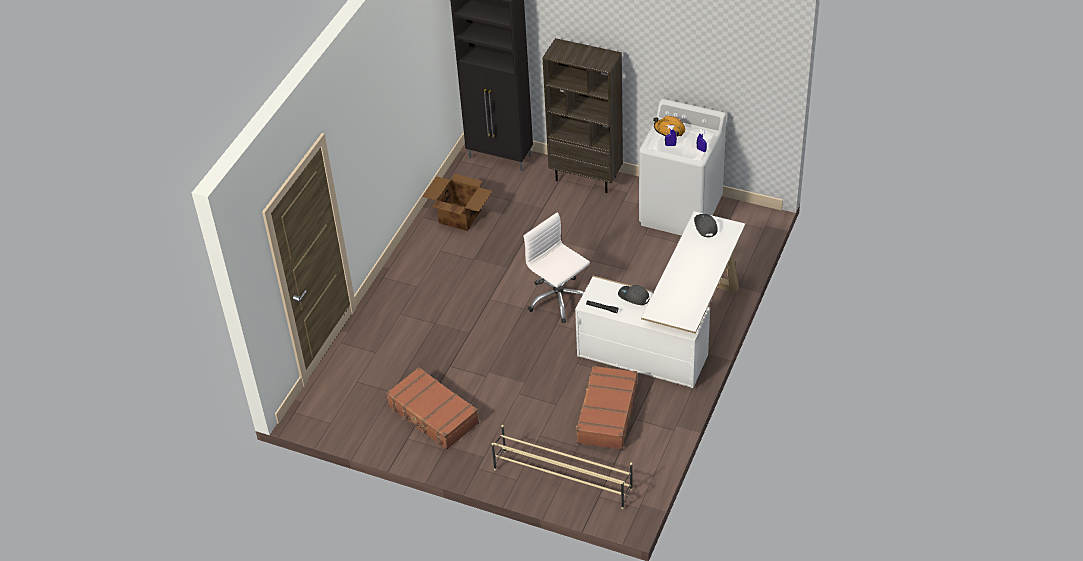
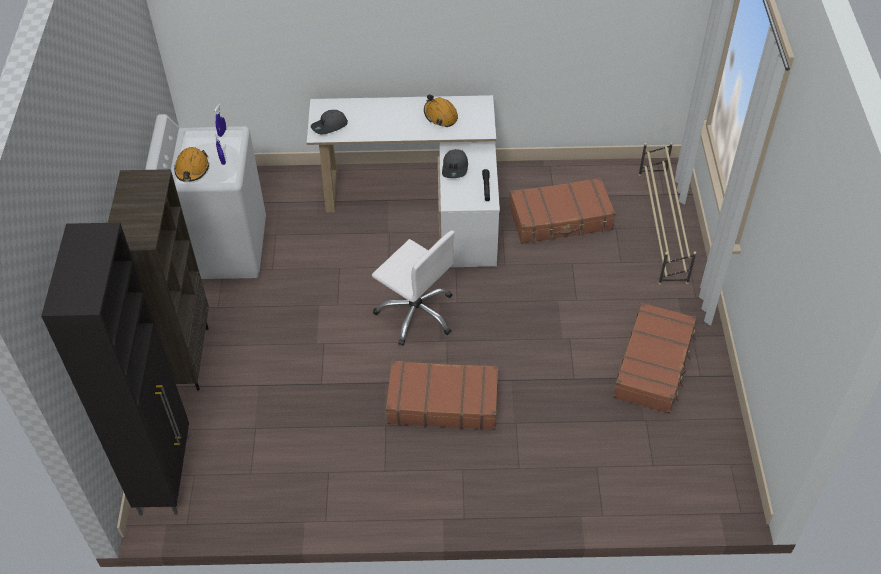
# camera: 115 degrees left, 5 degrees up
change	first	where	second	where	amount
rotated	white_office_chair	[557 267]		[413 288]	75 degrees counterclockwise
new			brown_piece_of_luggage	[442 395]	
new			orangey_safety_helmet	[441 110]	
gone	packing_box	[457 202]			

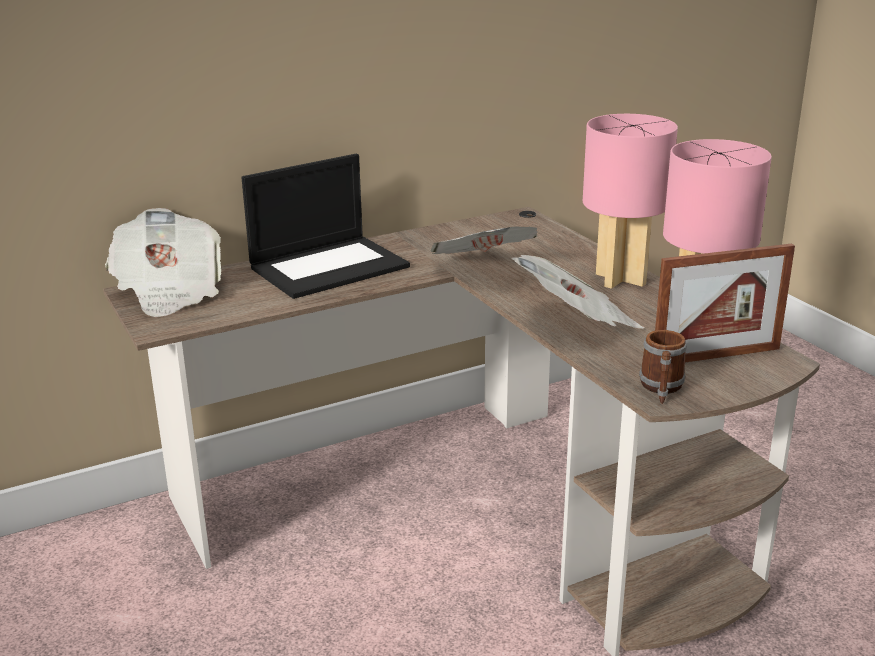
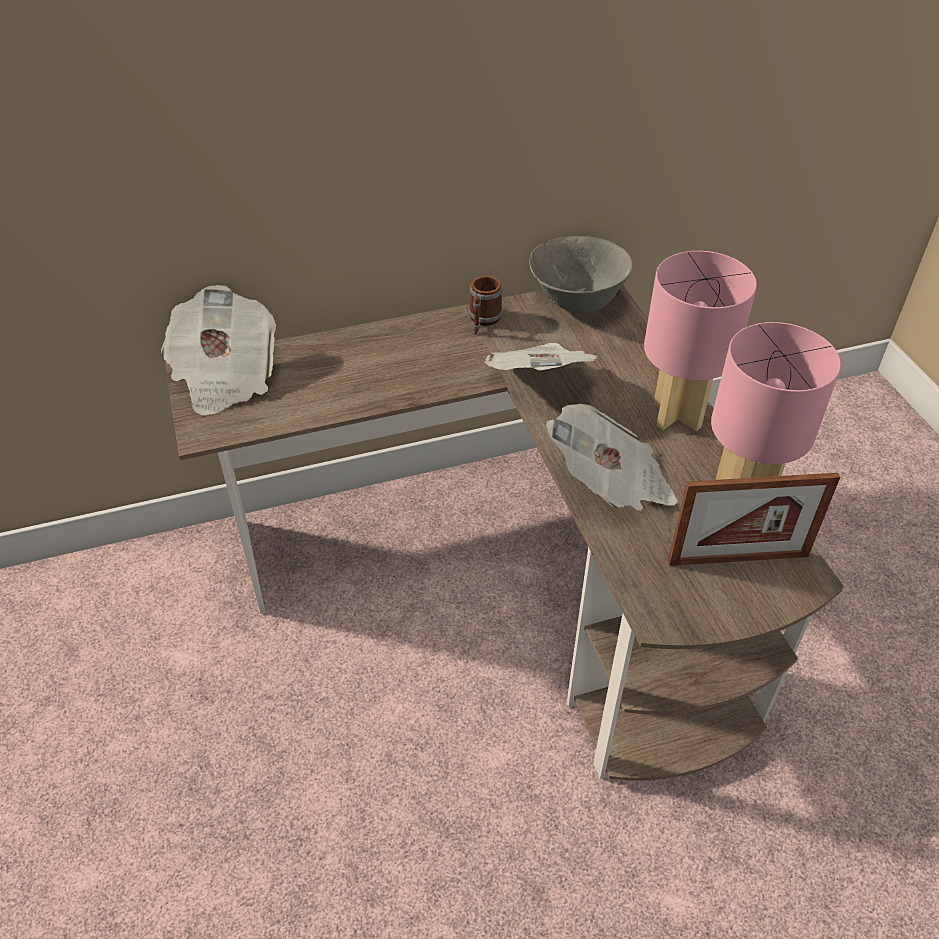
# camera: 10 degrees right, 20 degrees up
change	first	where	second	where	amount
shifted	tea_mug	[663 367]		[486 305]	
new			gray_deep_dish	[581 274]	
gone	laptop	[325 226]			

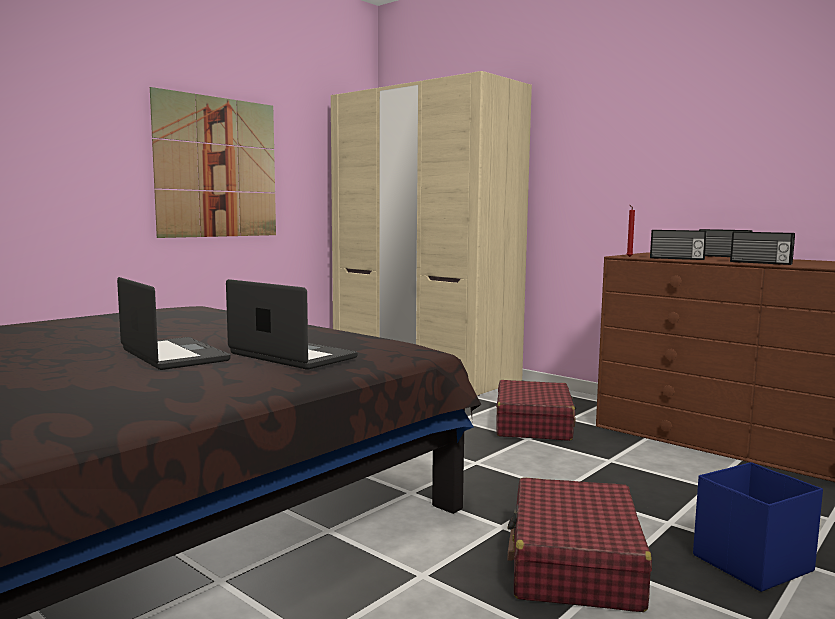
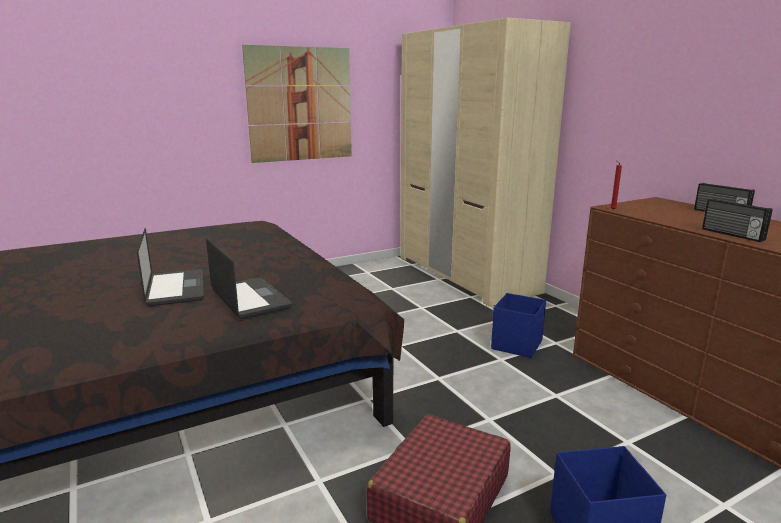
# camera: 20 degrees right, 10 degrees up
change	first	where	second	where	amount
swapped	red-coloured_piece_of_luggage	[536 410]	blue_storage_box	[518 325]	
gone	radio	[678 245]			

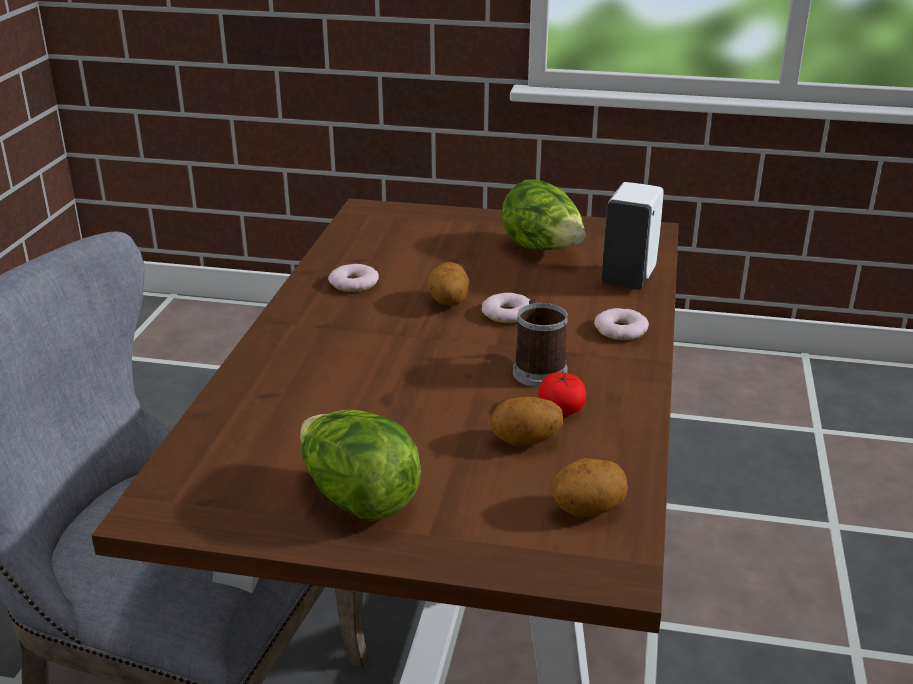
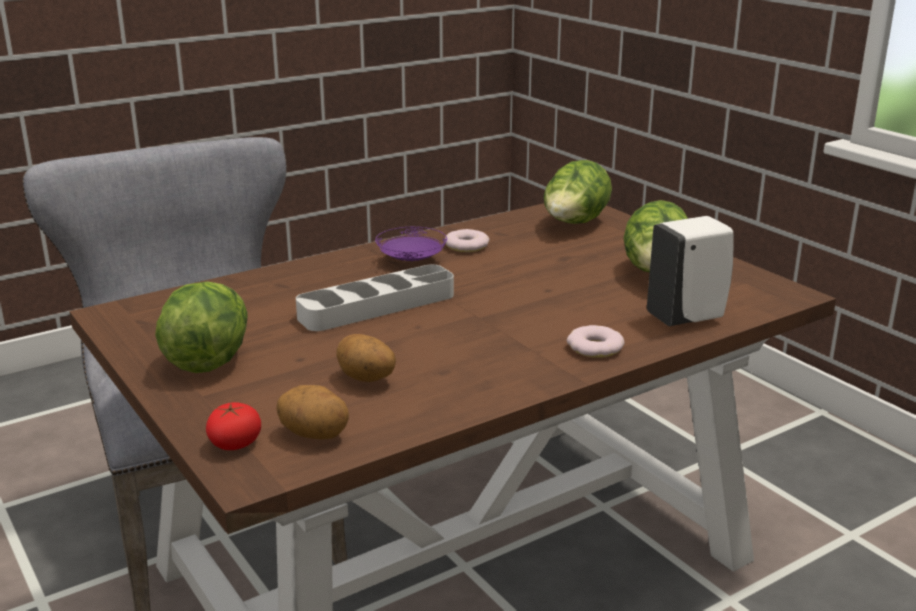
# camera: 45 degrees right, 5 degrees down
change	first	where	second	where	amount
shifted	fresh_tomato	[562 394]		[233 426]	
new			gray_carrying_tray	[375 298]	
new			purplish_flat_dish	[411 244]	
new			head_of_lettuce	[578 192]	
gone	whole_potato	[448 284]			
gone	doughnut	[506 308]			
gone	tea_mug	[540 343]			

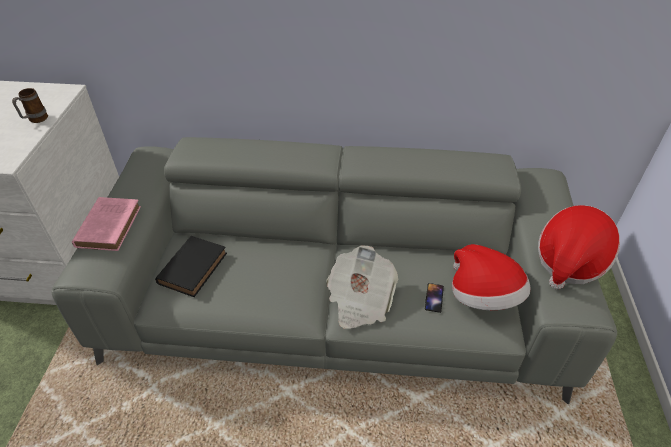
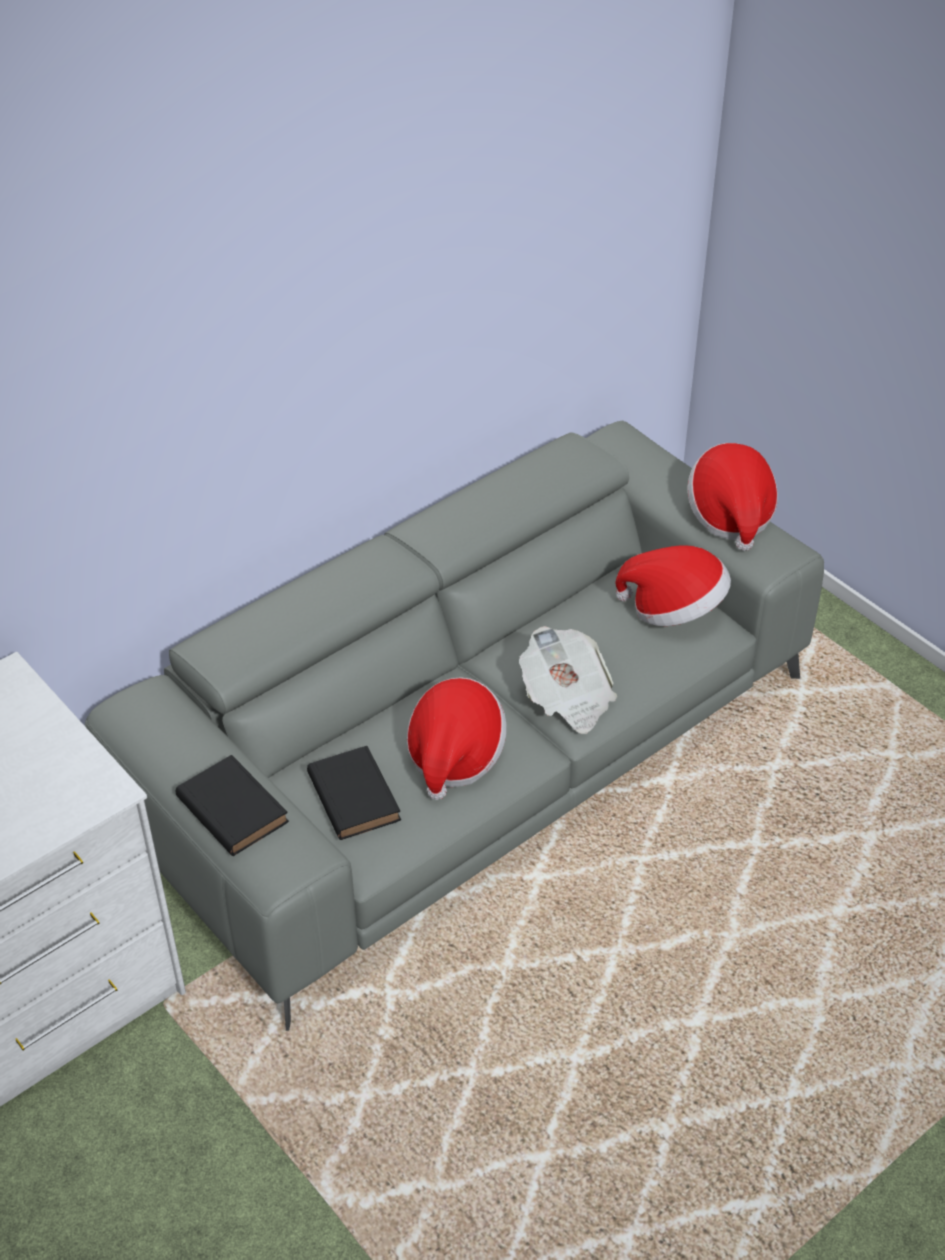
# camera: 45 degrees left, 0 degrees up
change	first	where	second	where	amount
repainted	pinkish_volume	[106 224]	blackish_volume	[232 805]	
new			wearable_hat	[457 738]	
gone	tea_mug	[30 105]			
gone	handset	[434 298]			

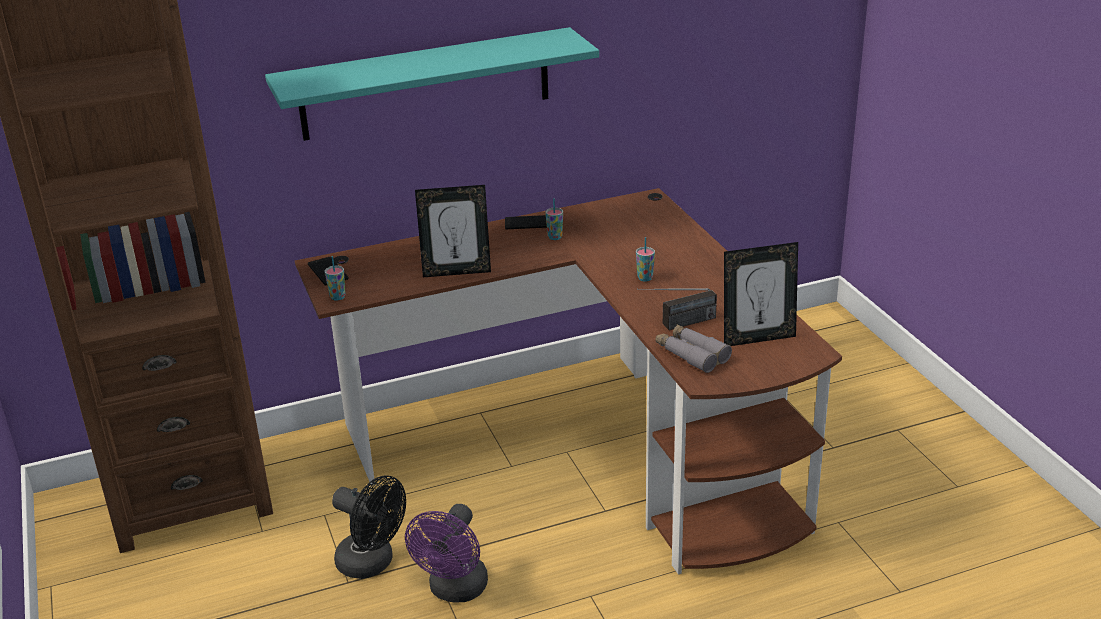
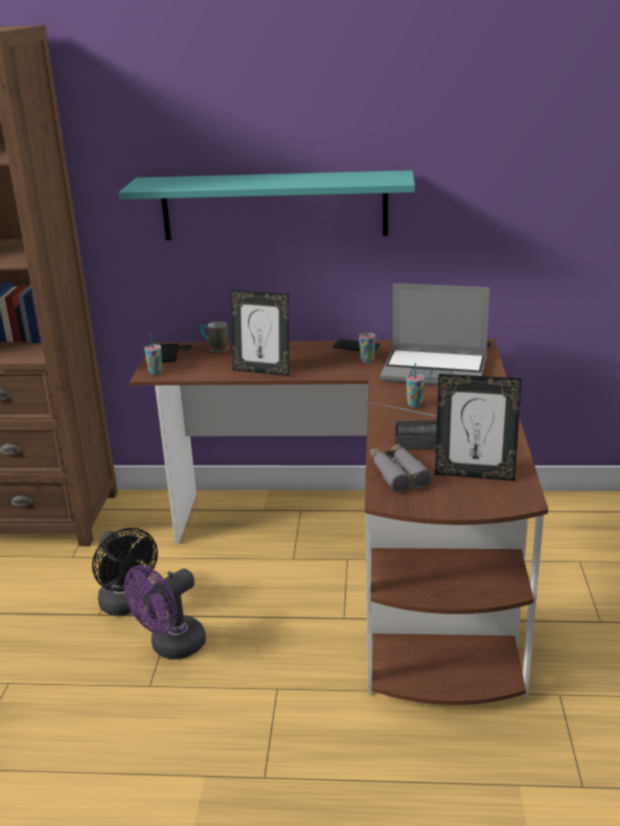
# camera: 25 degrees right, 5 degrees down
change	first	where	second	where	amount
new			tea_mug	[214 336]	
new			laptop	[435 334]	

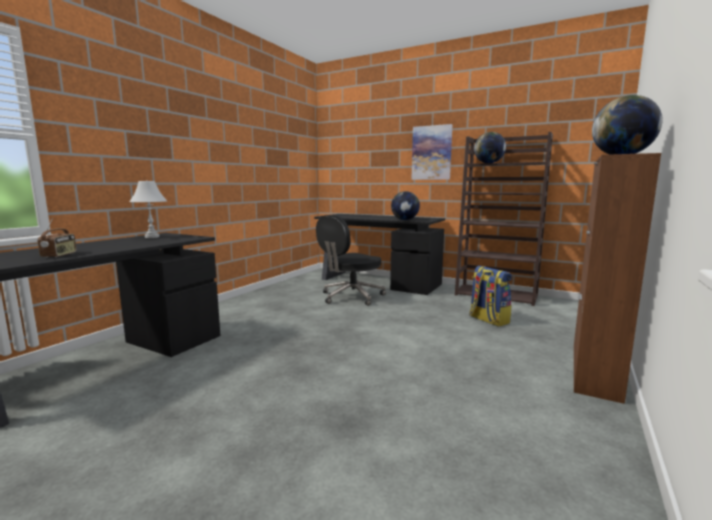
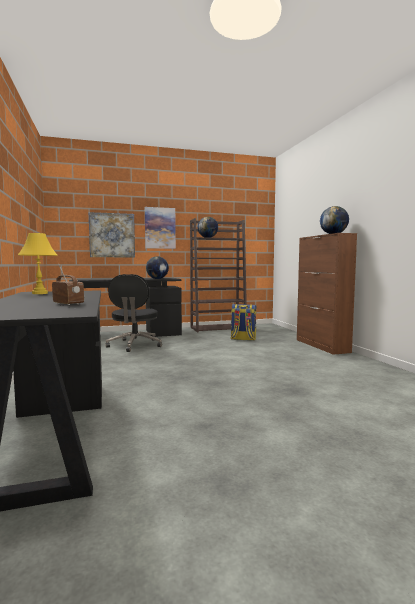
# camera: 45 degrees left, 5 degrees down
change	first	where	second	where	amount
repainted	white_tabletop_lamp	[148 209]	yellowish_tabletop_lamp	[38 263]	
new			wall_art	[112 234]	

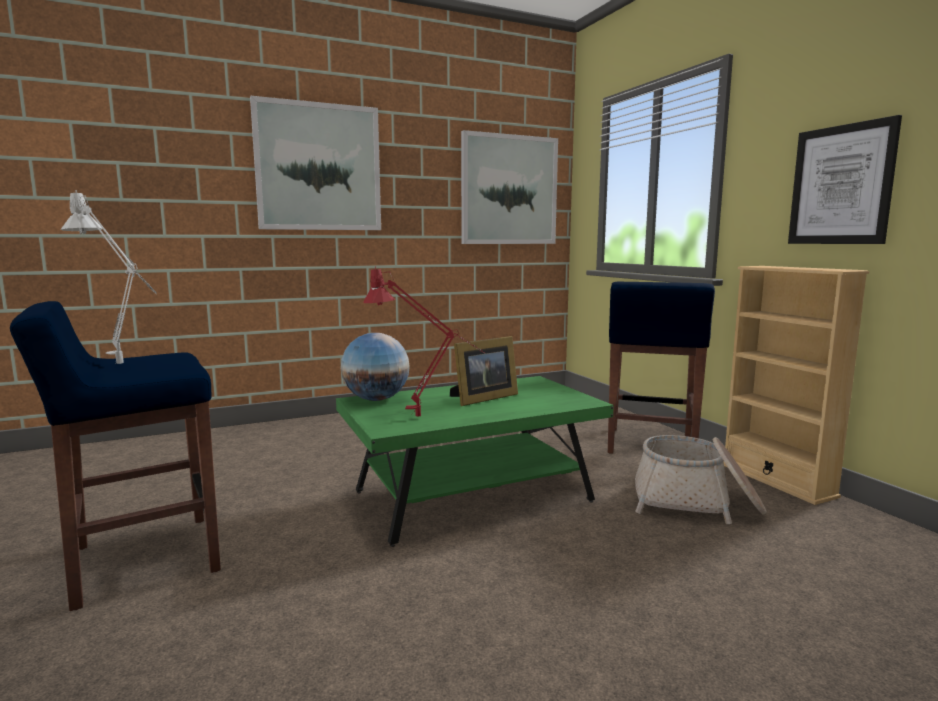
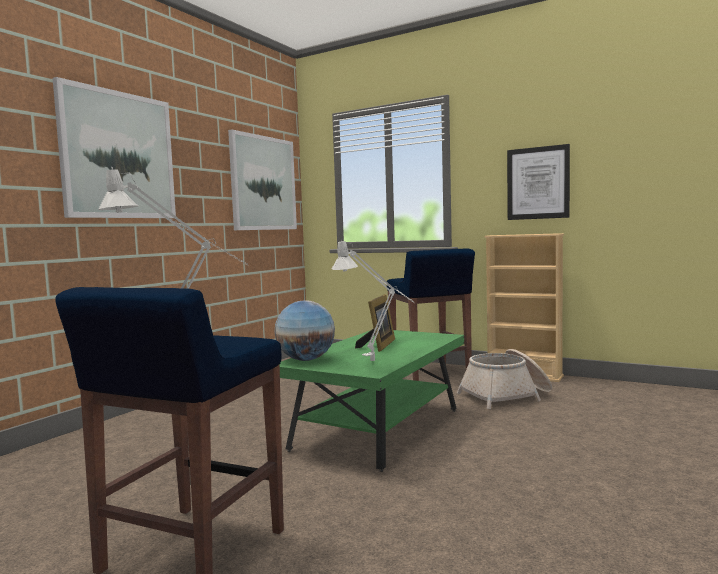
# camera: 35 degrees left, 5 degrees down
change	first	where	second	where	amount
repainted	red-coloured_tabletop_lamp	[424 341]	gray_tabletop_lamp	[373 300]	

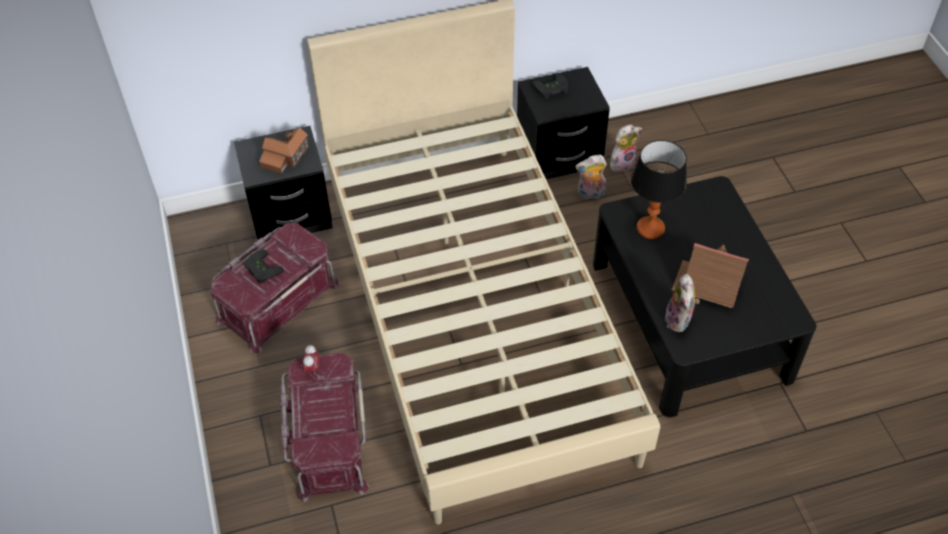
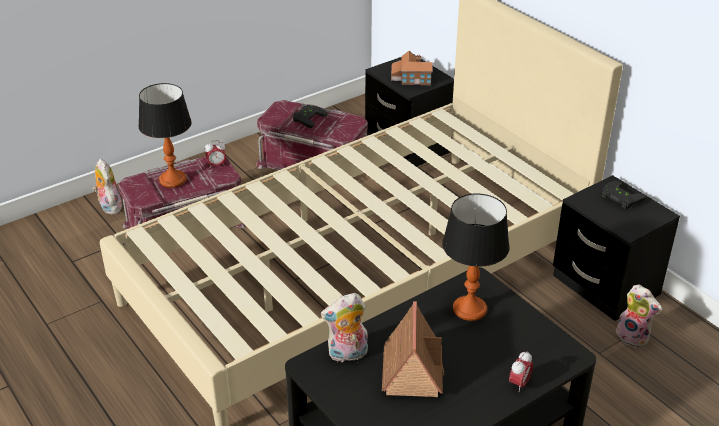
# camera: 70 degrees right, 15 degrees down
change	first	where	second	where	amount
shifted	plush_toy	[591 177]		[108 186]	
new			tabletop_lamp	[165 135]	
new			bedside_clock	[521 371]	

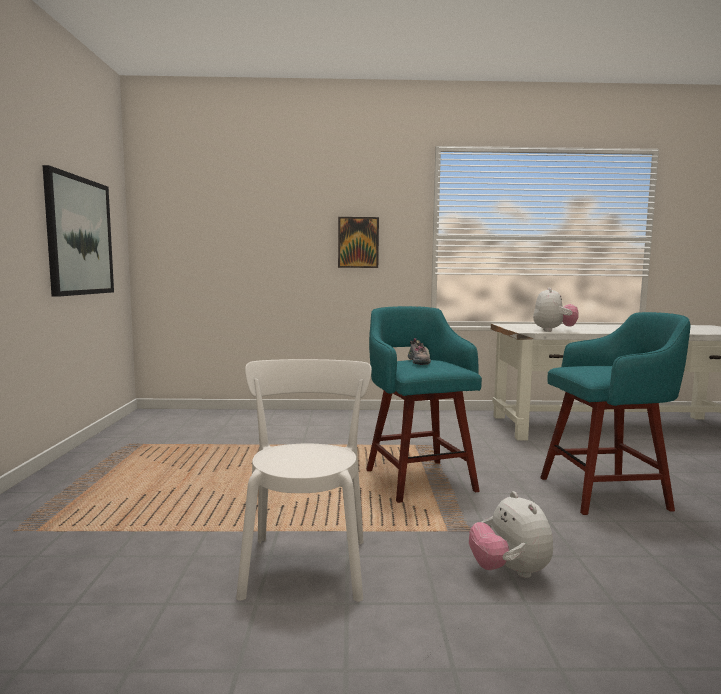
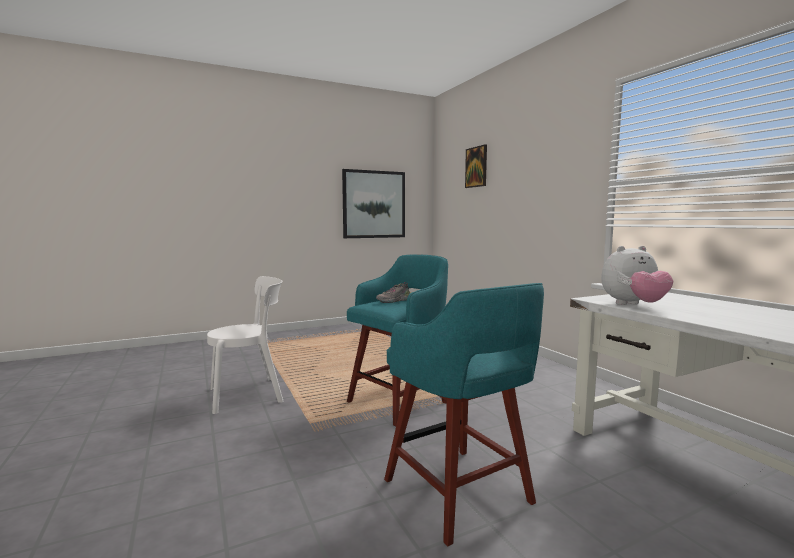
# camera: 65 degrees right, 0 degrees up
change	first	where	second	where	amount
shifted	wall_art	[358 242]		[476 166]	
gone	plush_toy	[511 534]			

